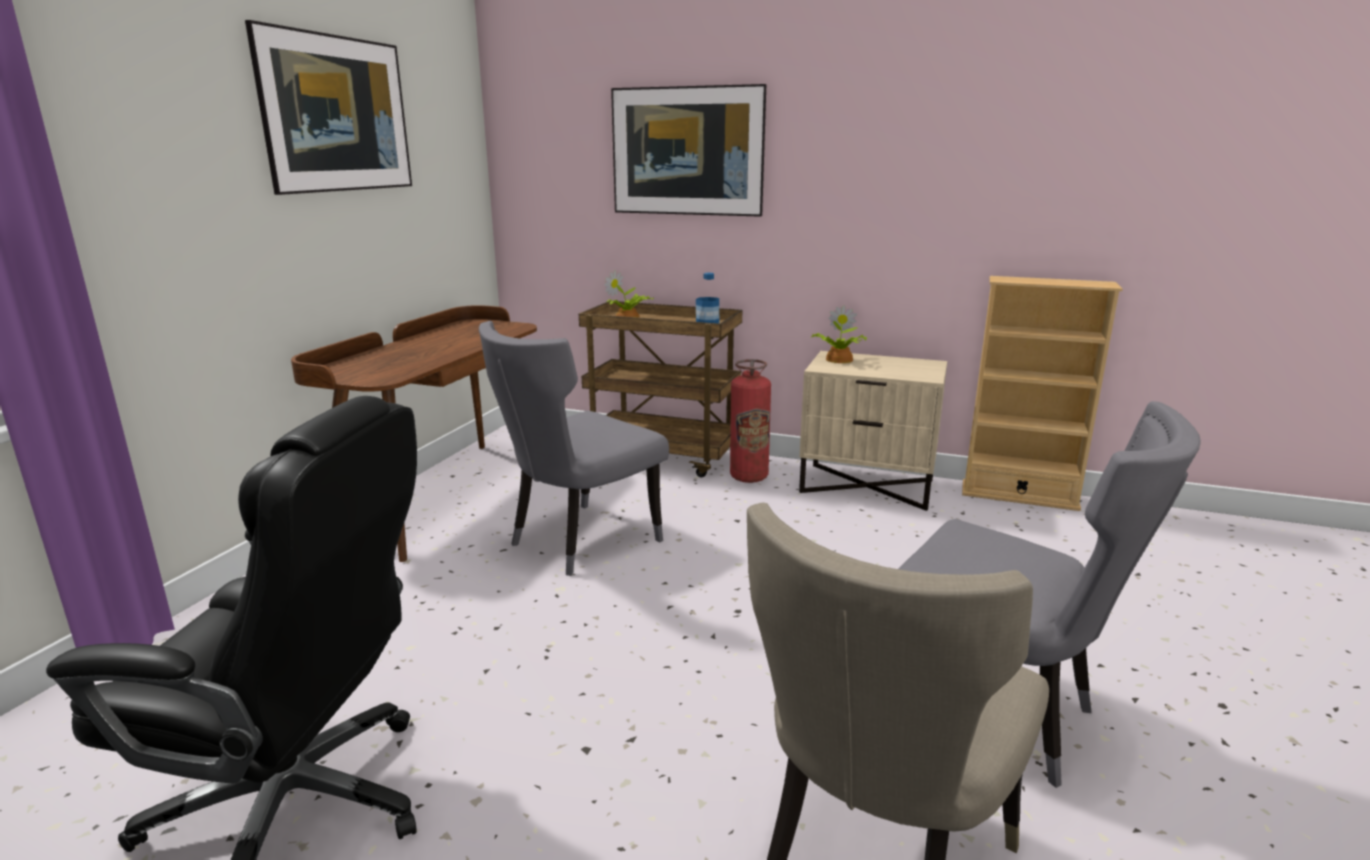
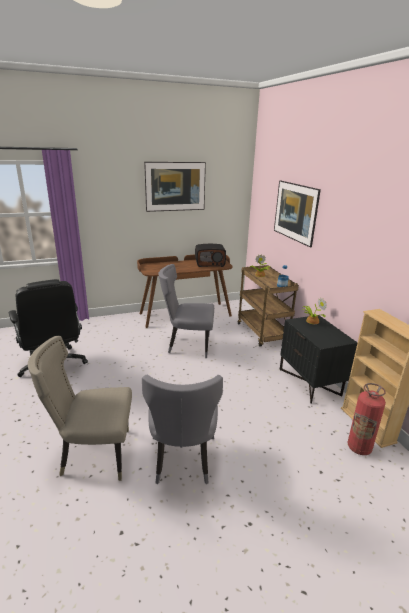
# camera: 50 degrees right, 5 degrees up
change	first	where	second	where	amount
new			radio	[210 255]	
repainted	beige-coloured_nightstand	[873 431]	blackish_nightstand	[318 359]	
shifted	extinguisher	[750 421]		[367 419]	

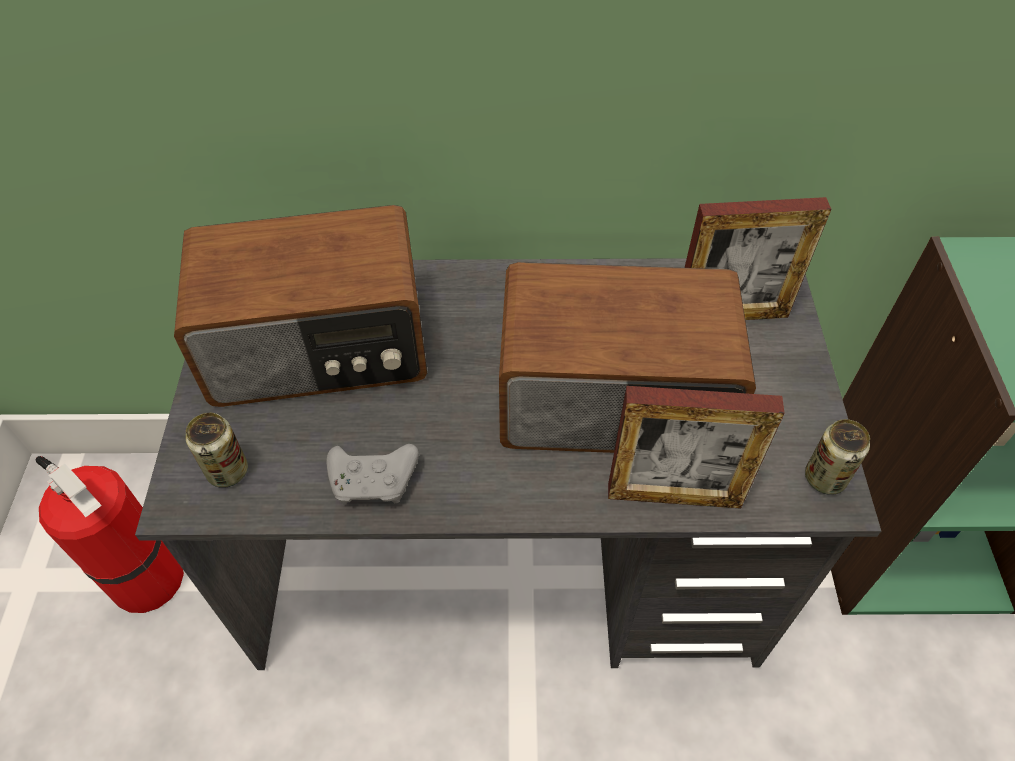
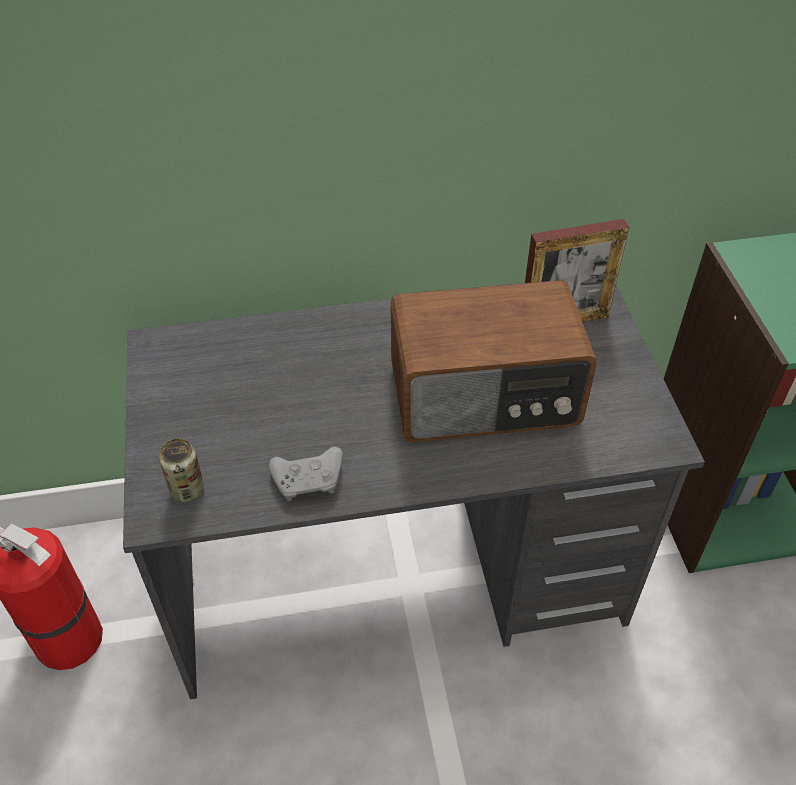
# camera: 10 degrees left, 5 degrees down
change	first	where	second	where	amount
gone	radio	[300 306]			
gone	photo_frame	[696 447]			
gone	metal_can	[837 457]			

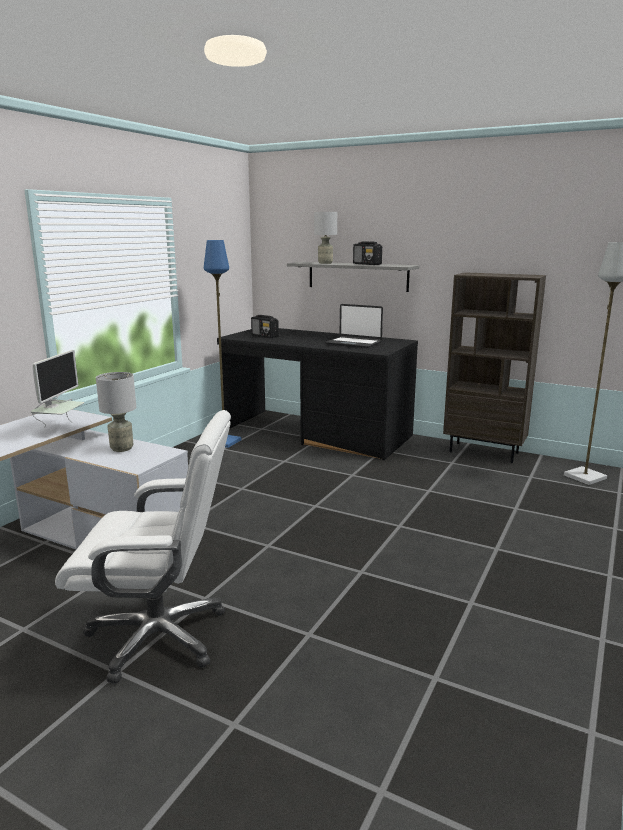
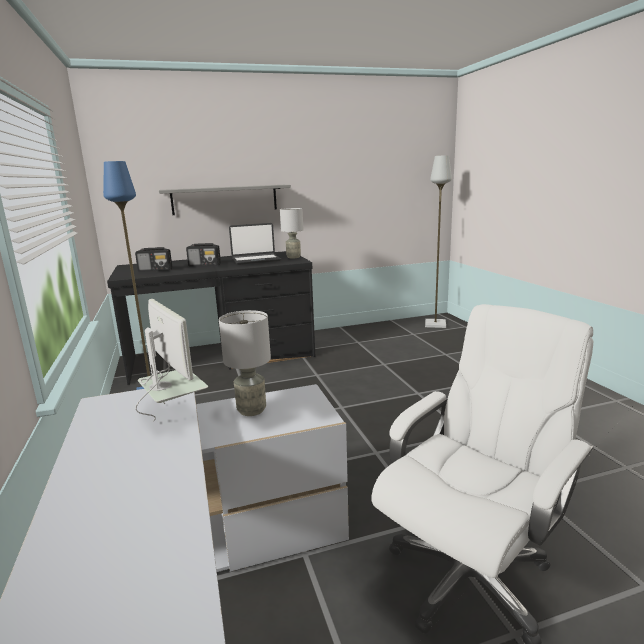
# camera: 45 degrees left, 0 degrees up
change	first	where	second	where	amount
shifted	radio	[367 253]		[203 255]	
shifted	gray_tabletop_lamp	[325 238]		[291 233]	
gone	brown_shelving_unit	[494 367]			

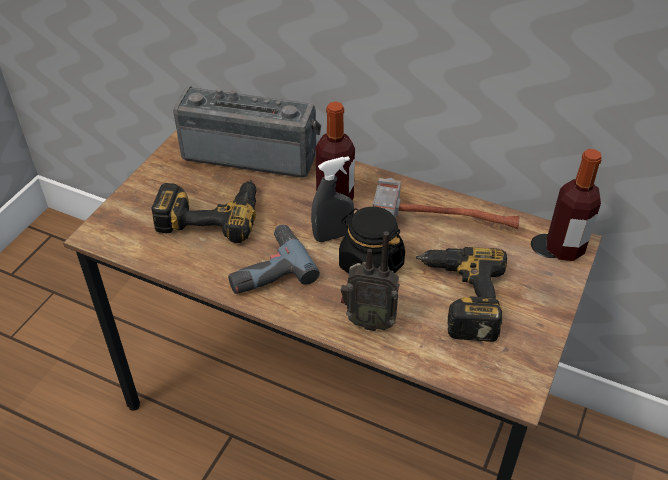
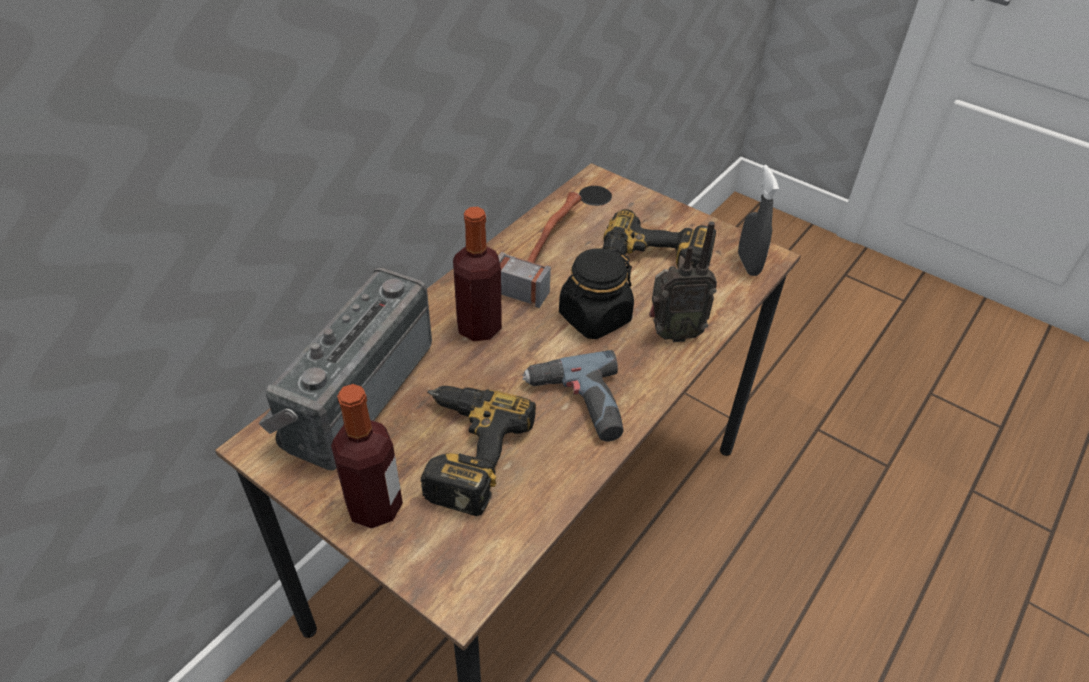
# camera: 80 degrees left, 0 degrees up
change	first	where	second	where	amount
shifted	beverage_bottle	[574 205]		[367 456]	
rotated	radio	[370 281]		[683 281]	60 degrees clockwise
shifted	gray_sprayer	[332 199]		[758 220]	

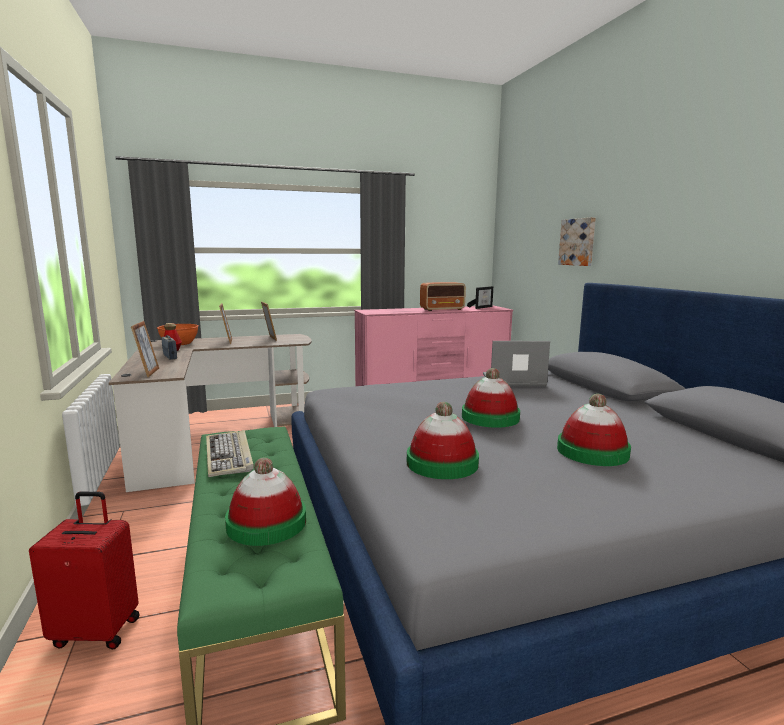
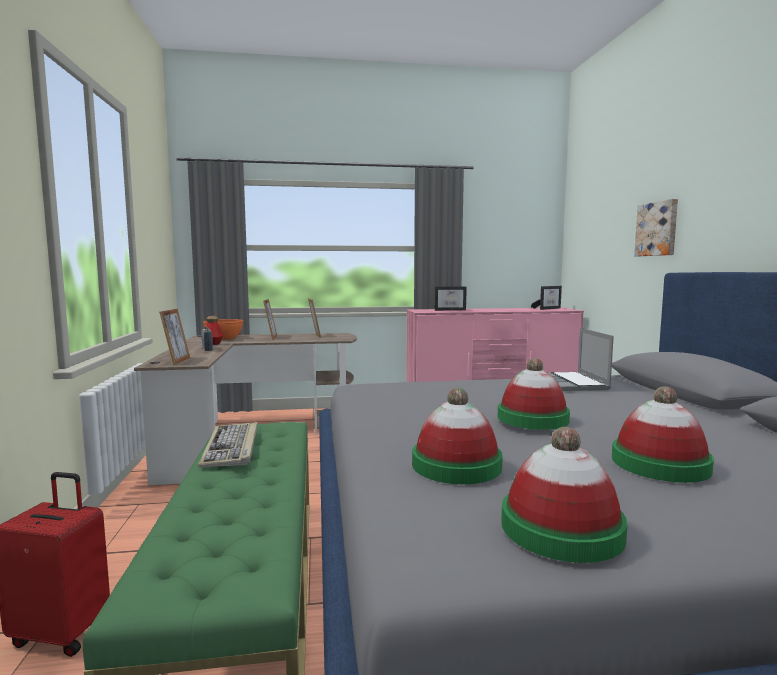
# camera: 10 degrees right, 5 degrees down
change	first	where	second	where	amount
new			photo_frame	[450 299]	
shifted	wearable_hat	[265 501]		[564 495]	
rotated	laptop	[516 363]		[581 359]	105 degrees counterclockwise
gone	radio	[443 296]			

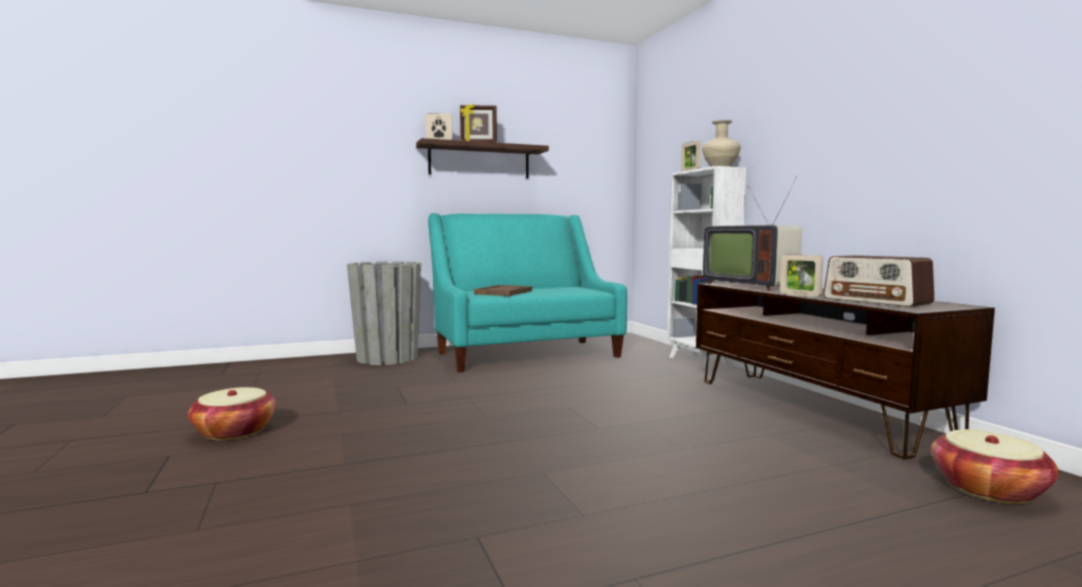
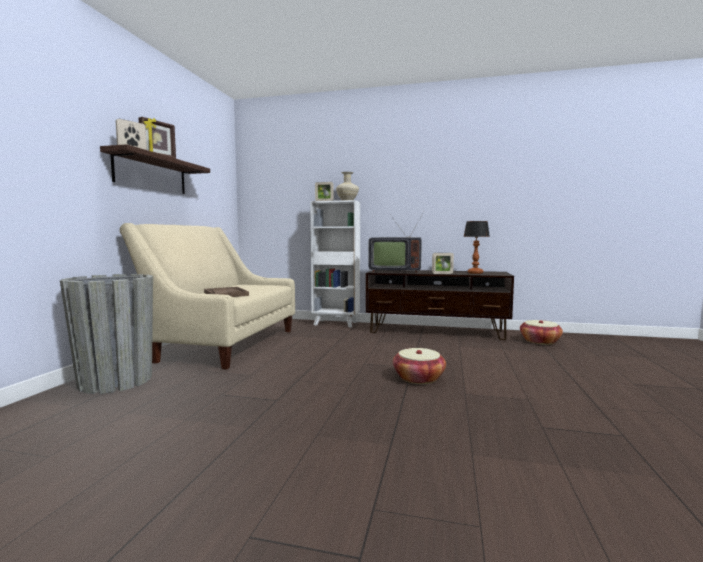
# camera: 55 degrees left, 0 degrees up
change	first	where	second	where	amount
repainted	turquoise_settee	[527 292]	beige-coloured_settee	[207 296]	
shifted	storage_basket	[232 413]		[419 366]	
swapped	radio	[878 281]	tabletop_lamp	[477 247]	

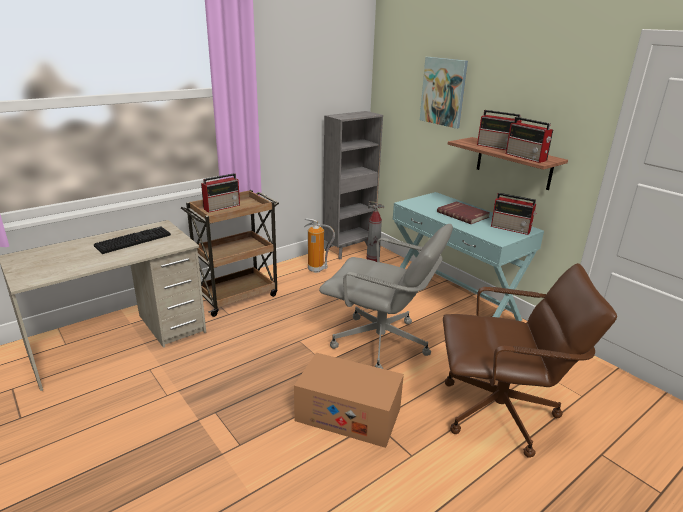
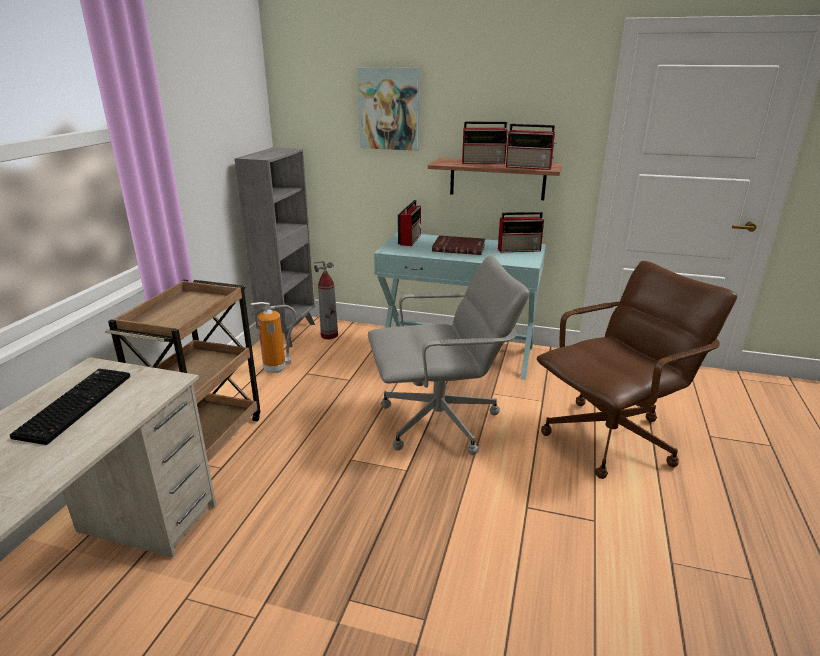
# camera: 35 degrees left, 0 degrees up
change	first	where	second	where	amount
shifted	radio	[220 193]		[409 223]	
gone	packing_box	[349 400]			

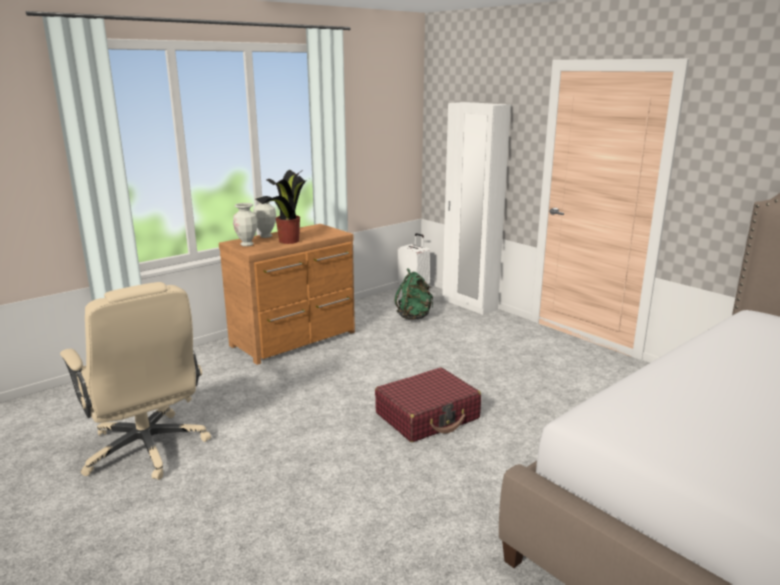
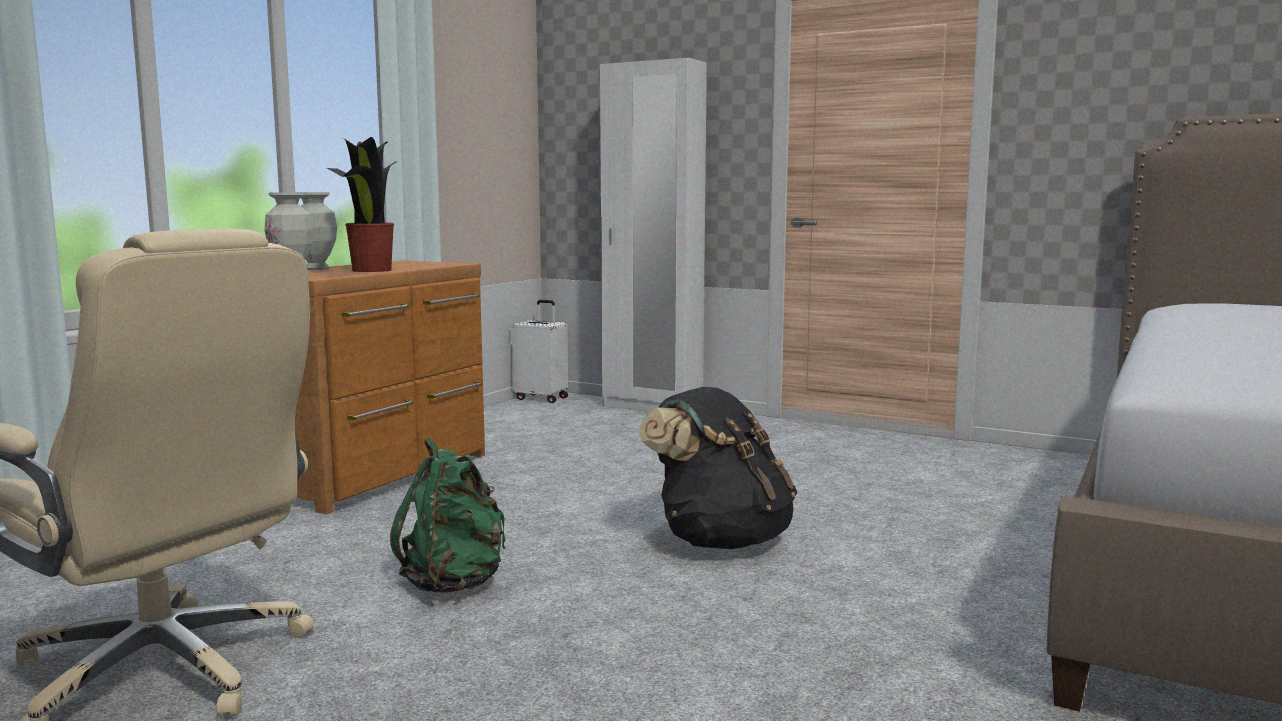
# camera: 20 degrees left, 10 degrees down
change	first	where	second	where	amount
shifted	green-coloured_backpack	[414 294]		[448 515]	
swapped	red-coloured_piece_of_luggage	[428 405]	blackish_backpack	[717 468]	

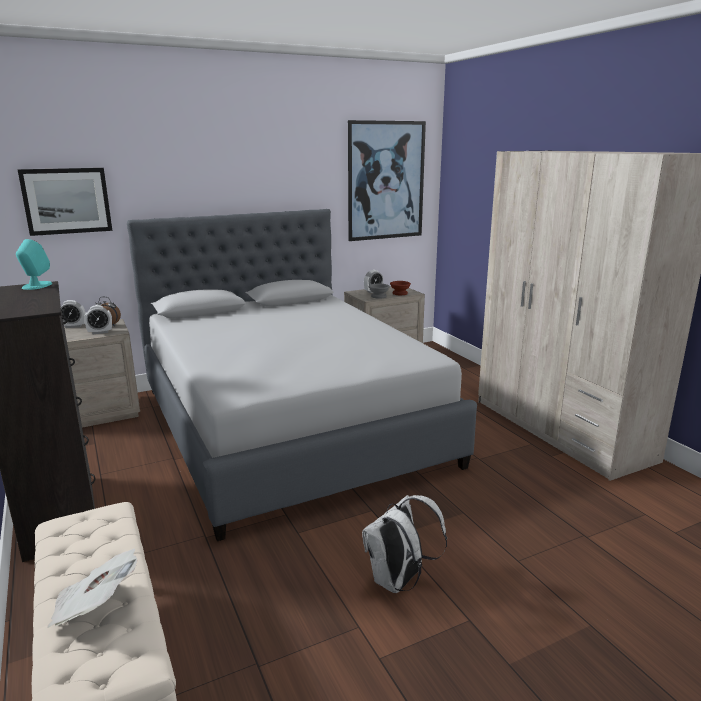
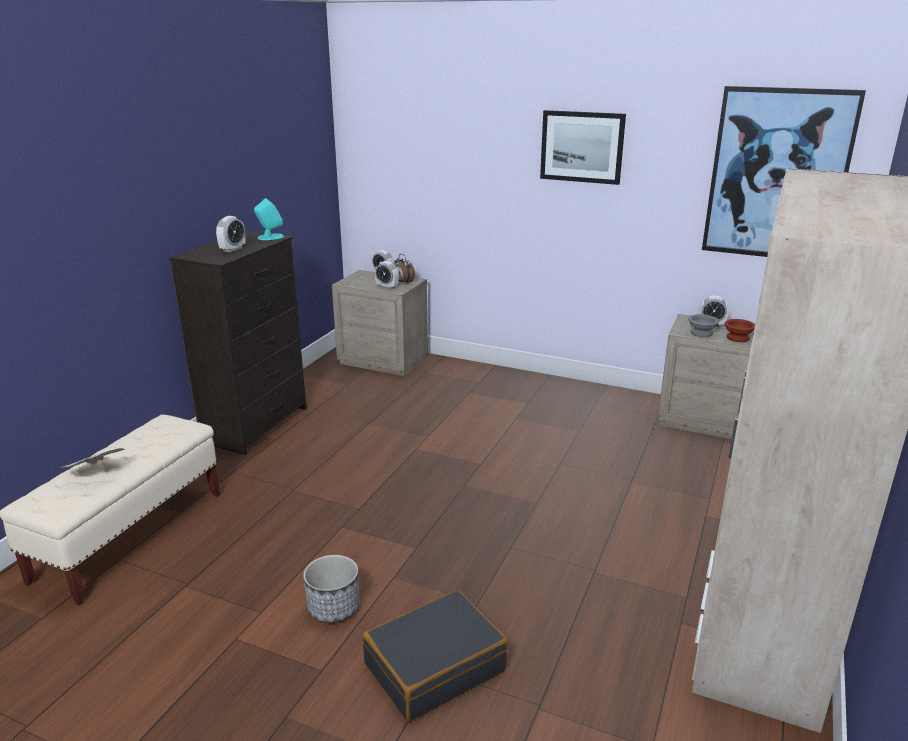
# camera: 50 degrees right, 5 degrees up
change	first	where	second	where	amount
new			bedside_clock	[231 234]	
swapped	white_backpack	[404 544]	plant_pot	[331 589]	
new			blackish_piece_of_luggage	[435 656]	
shifted	wall_art	[65 202]		[583 147]	
gone	gray_sleeping_bed	[302 375]			

